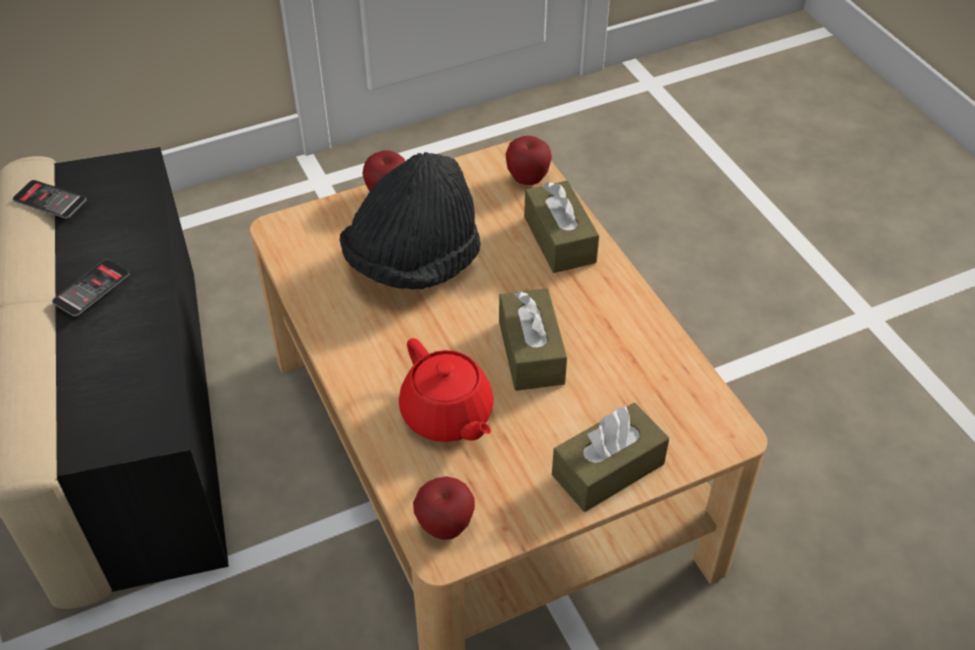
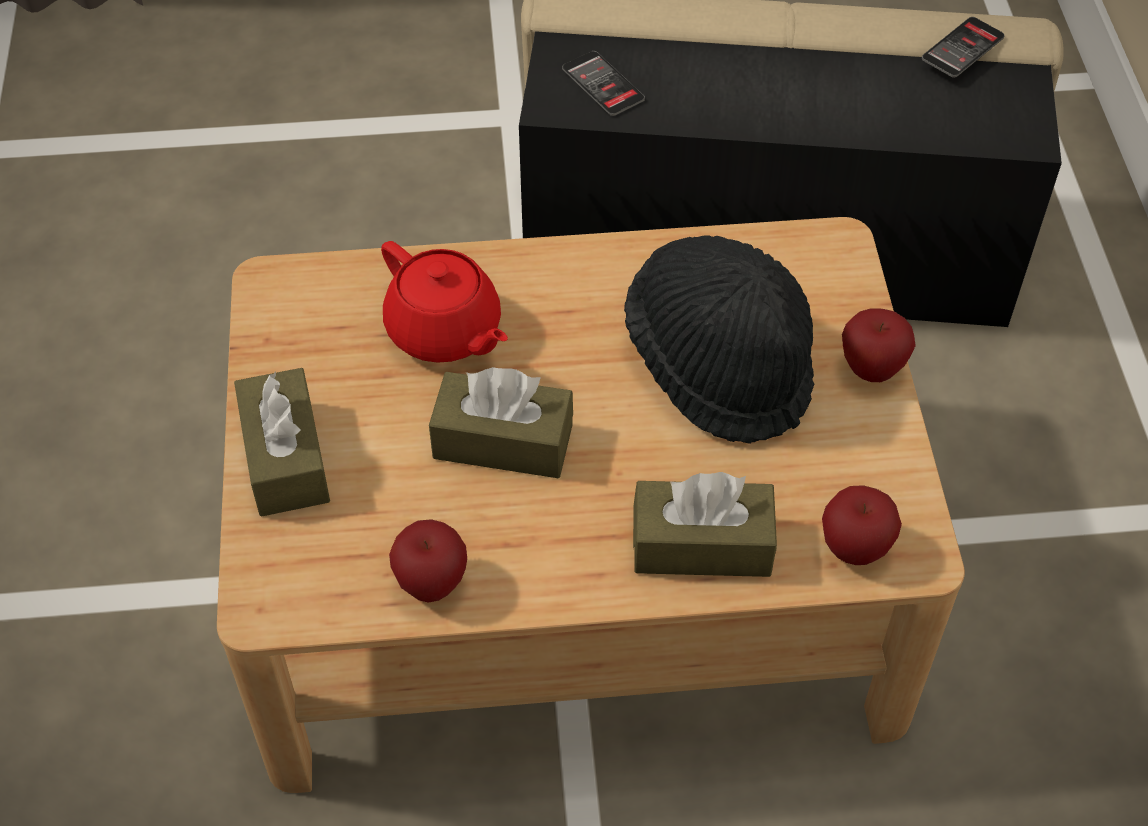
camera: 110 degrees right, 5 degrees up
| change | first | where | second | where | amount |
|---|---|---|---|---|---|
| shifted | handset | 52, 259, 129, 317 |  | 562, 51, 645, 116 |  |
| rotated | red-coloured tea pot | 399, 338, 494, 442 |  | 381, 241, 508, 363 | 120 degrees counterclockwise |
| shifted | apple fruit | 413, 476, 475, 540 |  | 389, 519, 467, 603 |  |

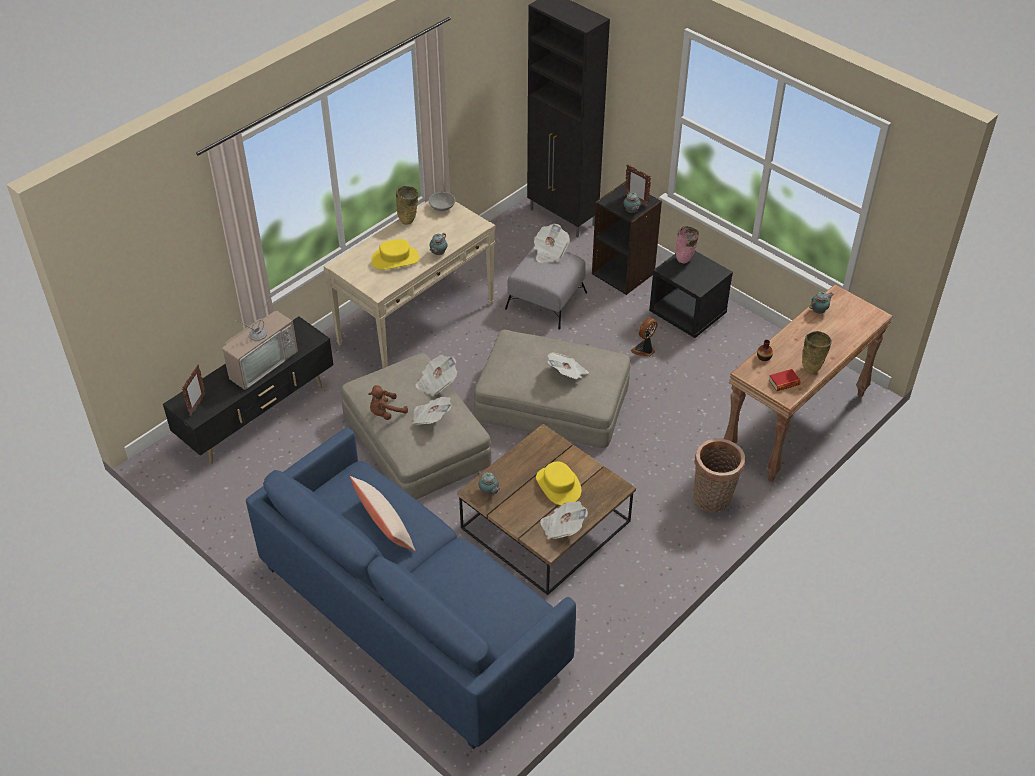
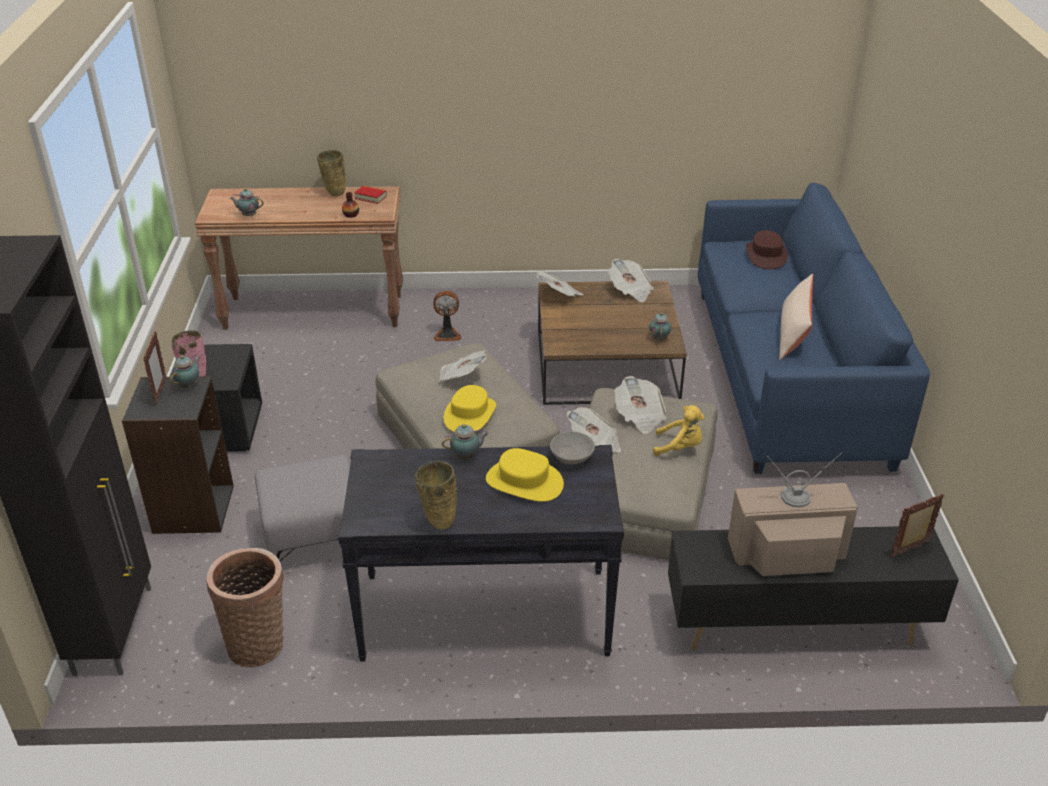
camera: 135 degrees left, 10 degrees down
| change | first | where | second | where | amount |
|---|---|---|---|---|---|
| repainted | sand-coloured console table | 323, 201, 495, 368 | black console table | 338, 445, 624, 662 |  |
| repainted | brown-coloured cuddly toy | 369, 385, 408, 420 | yellow-coloured cuddly toy | 653, 405, 704, 456 |  |
| shifted | gray serving bowl | 429, 192, 455, 211 |  | 550, 431, 595, 464 |  |
| shifted | daily paper | 533, 224, 570, 263 |  | 536, 272, 584, 297 |  |
| shifted | yellow-coloured wearable hat | 536, 461, 581, 505 |  | 444, 385, 496, 432 |  |
| shifted | cooling fan | 631, 317, 657, 357 |  | 433, 291, 462, 341 |  |
| shifted | basket | 693, 439, 745, 513 |  | 206, 548, 284, 667 |  |
| new |  |  | brown-coloured wearable hat | 746, 230, 788, 269 |  |

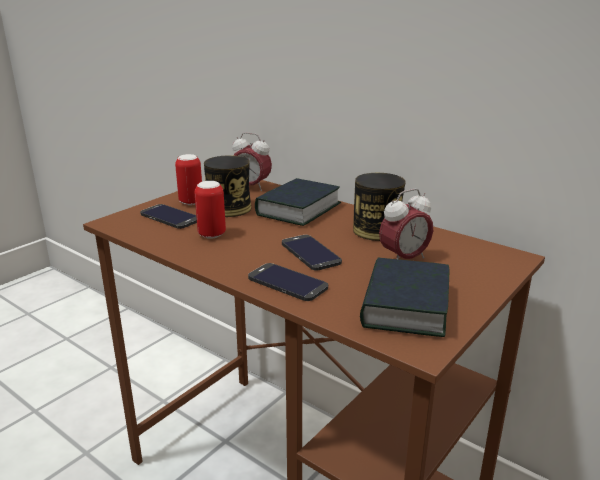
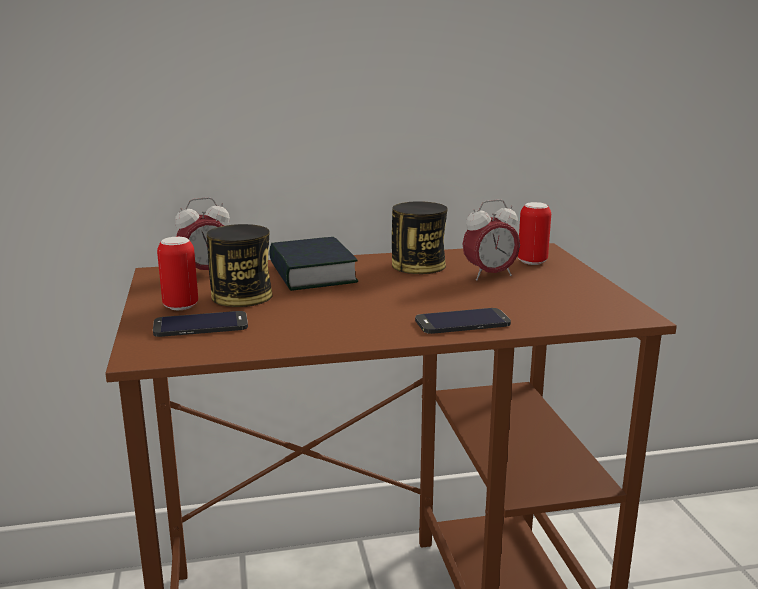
camera: 50 degrees left, 5 degrees down
| change | first | where | second | where | amount |
|---|---|---|---|---|---|
| shifted | sealed can | 195, 181, 226, 239 |  | 518, 202, 551, 265 |  |
| gone | handset | 282, 235, 342, 271 |  |  |  |
| gone | volume | 360, 258, 450, 337 |  |  |  |
| rotated | bedside clock | 379, 189, 433, 259 |  | 462, 199, 520, 281 | 60 degrees clockwise |

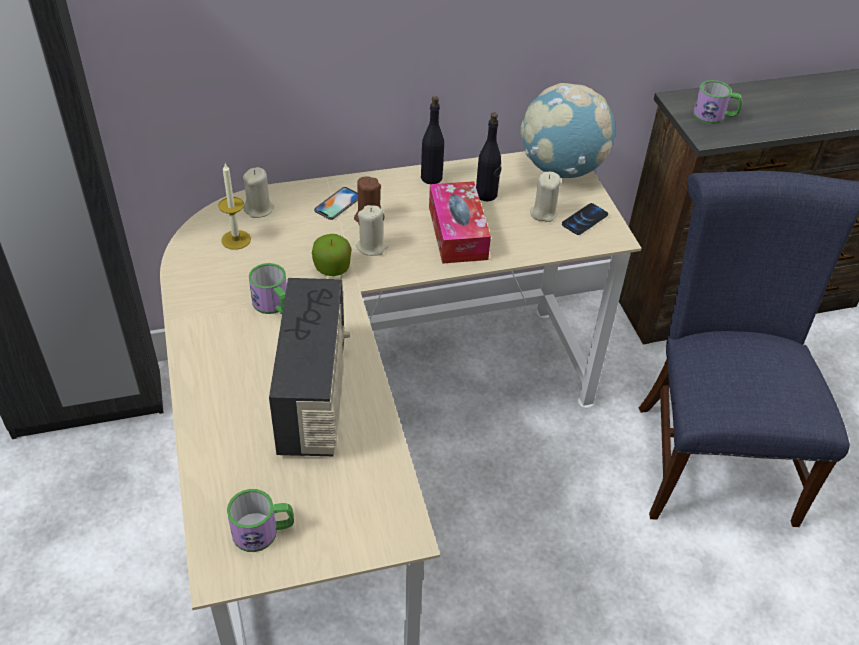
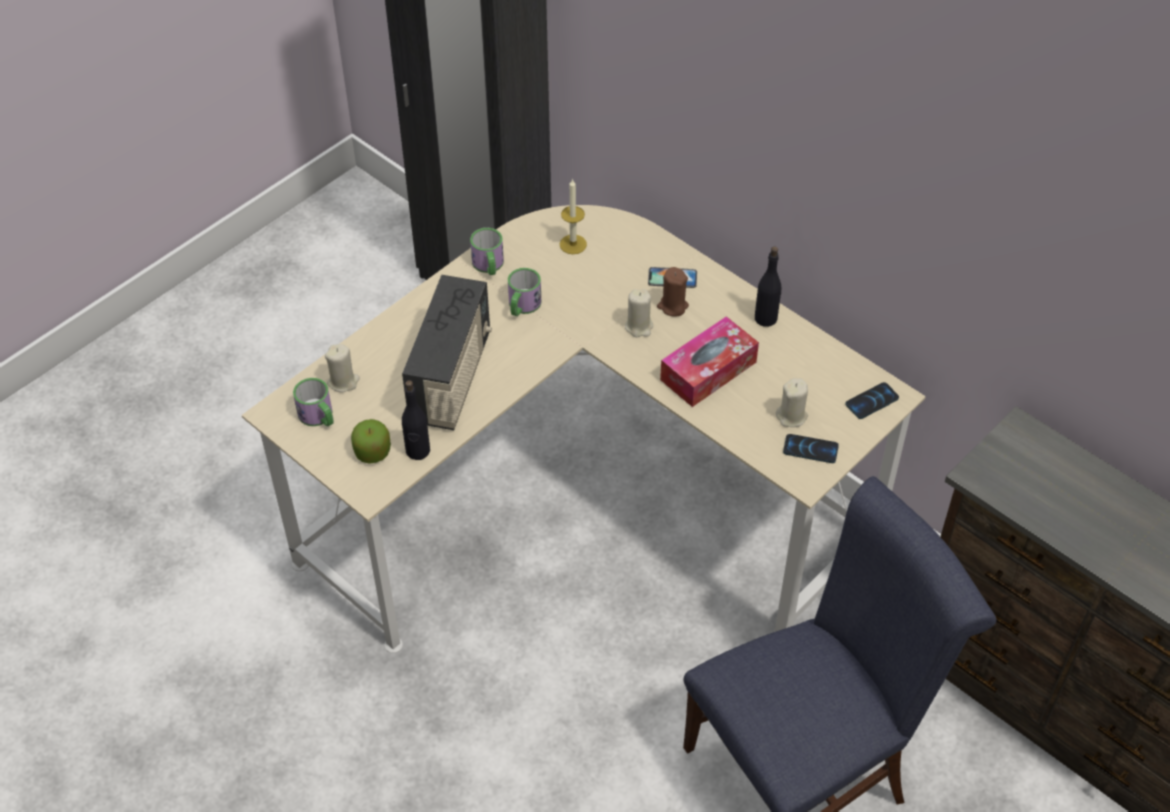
camera: 60 degrees right, 5 degrees up
| change | first | where | second | where | amount |
|---|---|---|---|---|---|
| shifted | sand-coloured wax light | 243, 167, 274, 218 |  | 325, 344, 360, 392 |  |
| rotated | radio set | 269, 278, 350, 456 |  | 402, 275, 492, 430 | 45 degrees counterclockwise |
| shifted | apple fruit | 312, 234, 352, 276 |  | 351, 419, 391, 464 |  |
| shifted | black beverage bottle | 476, 112, 501, 201 |  | 402, 380, 430, 460 |  |
| swapped | desk globe | 521, 83, 615, 178 | handset | 845, 382, 899, 419 |  |
| shifted | coffee mug | 693, 80, 742, 124 |  | 470, 228, 504, 275 |  |

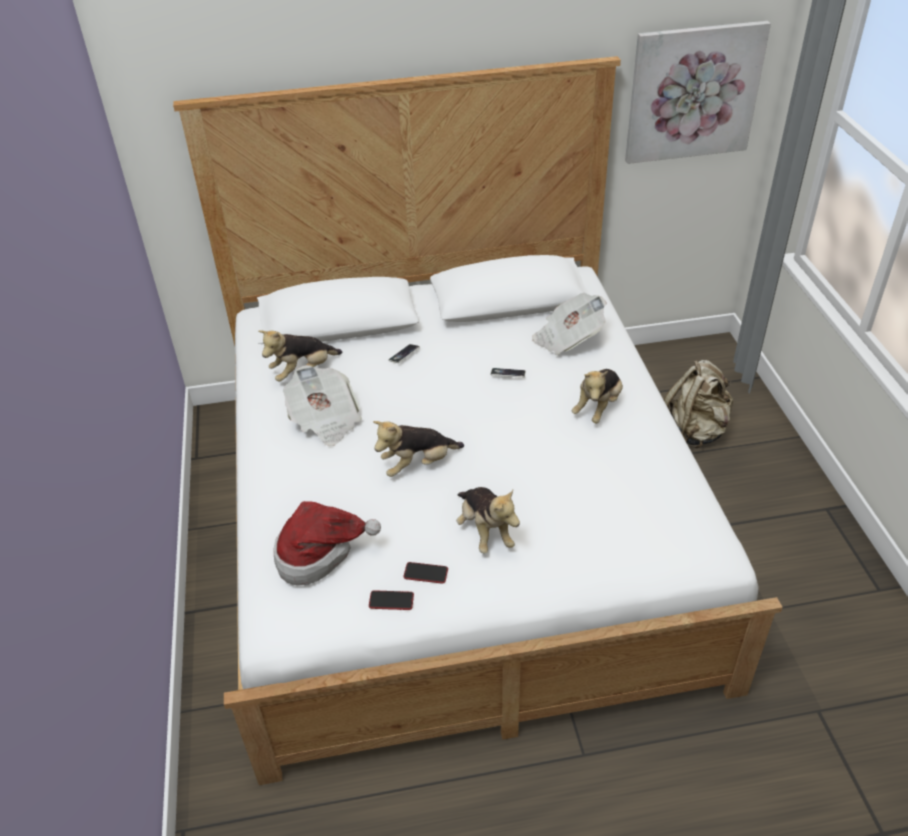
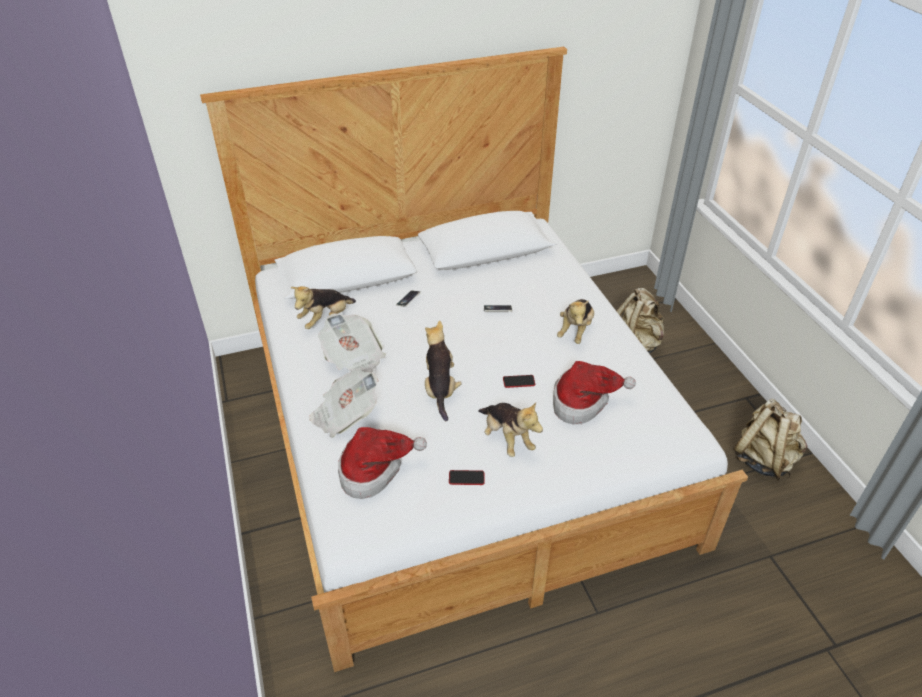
camera: 10 degrees left, 0 degrees up
| change | first | where | second | where | amount |
|---|---|---|---|---|---|
| shifted | handset | 369, 590, 414, 610 |  | 503, 375, 535, 388 |  |
| rotated | cuddly toy | 373, 421, 464, 477 |  | 425, 320, 462, 421 | 120 degrees clockwise |
| shifted | daily paper | 532, 293, 607, 356 |  | 309, 369, 379, 438 |  |
| gone | wall art | 625, 21, 771, 164 |  |  |  |
| new |  |  | wearable hat | 553, 361, 636, 424 |  |
| new |  |  | sand-coloured backpack | 734, 399, 807, 481 |  |

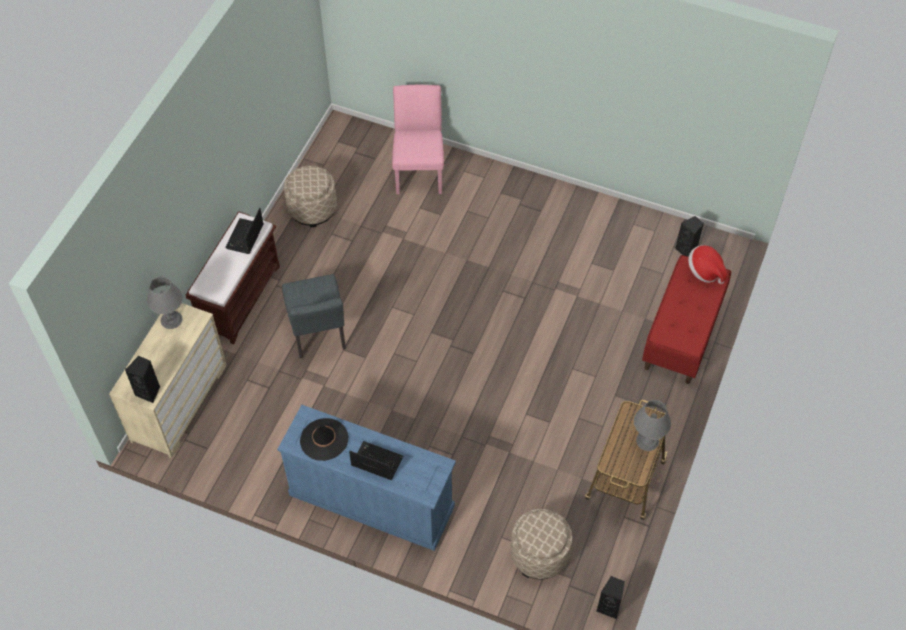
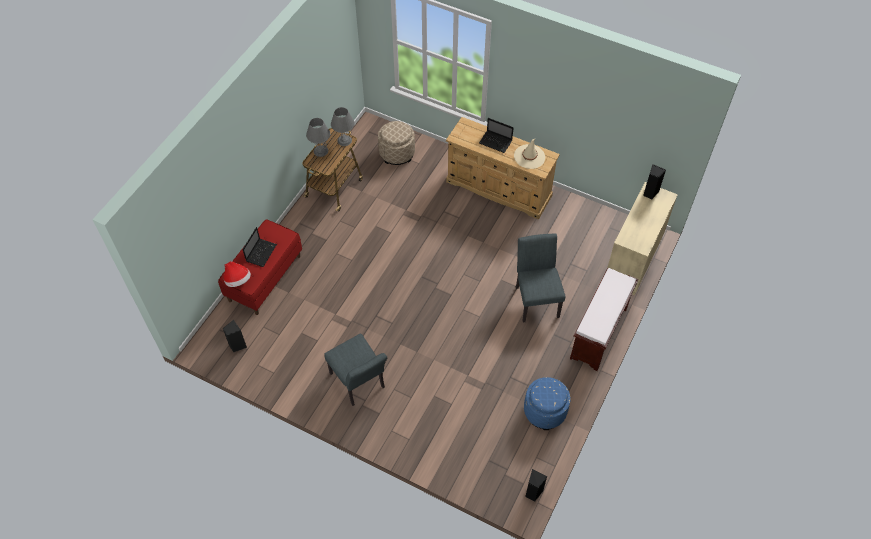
camera: 175 degrees left, 0 degrees up
| change | first | where | second | where | amount |
|---|---|---|---|---|---|
| shifted | gray tabletop lamp | 147, 277, 183, 329 |  | 331, 107, 355, 146 |  |
| shifted | notebook computer | 225, 208, 263, 254 |  | 242, 227, 277, 267 |  |
| repainted | blue-coloured chest of drawers | 277, 405, 456, 551 | sand-coloured chest of drawers | 446, 117, 560, 220 |  |
| repainted | sand-coloured ottoman | 284, 165, 337, 227 | blue-coloured ottoman | 524, 377, 570, 430 |  |
| repainted | black wearable hat | 300, 418, 349, 461 | sand-coloured wearable hat | 514, 138, 545, 169 |  |
| gone | pink-coloured plain chair | 392, 85, 444, 194 |  |  |  |
| shifted | black audio speaker | 597, 576, 625, 619 |  | 525, 469, 548, 502 |  |
| new |  |  | gray plain chair | 324, 333, 387, 406 |  |

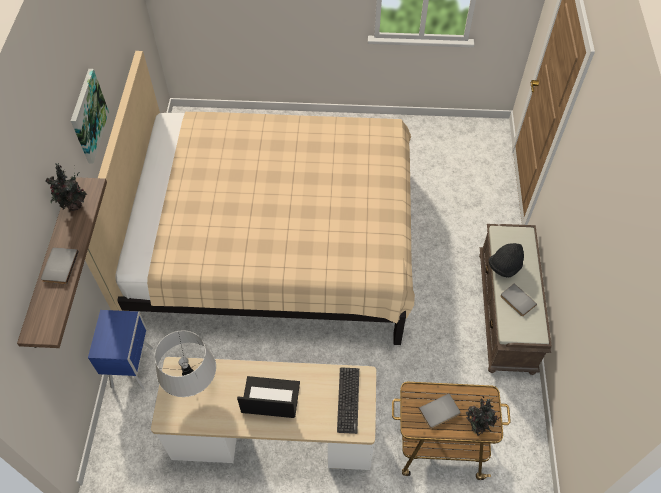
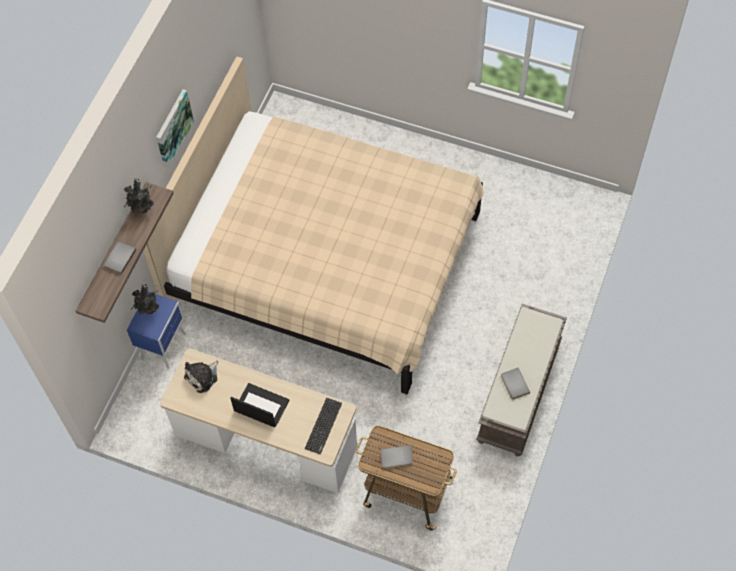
camera: 20 degrees right, 5 degrees up
| change | first | where | second | where | amount |
|---|---|---|---|---|---|
| swapped | gray tabletop lamp | 154, 330, 216, 397 | cuddly toy | 184, 360, 218, 393 |  |
| shifted | plant in a pot | 466, 396, 499, 436 |  | 131, 284, 159, 315 |  |
| gone | black wearable hat | 489, 243, 524, 277 |  |  |  |

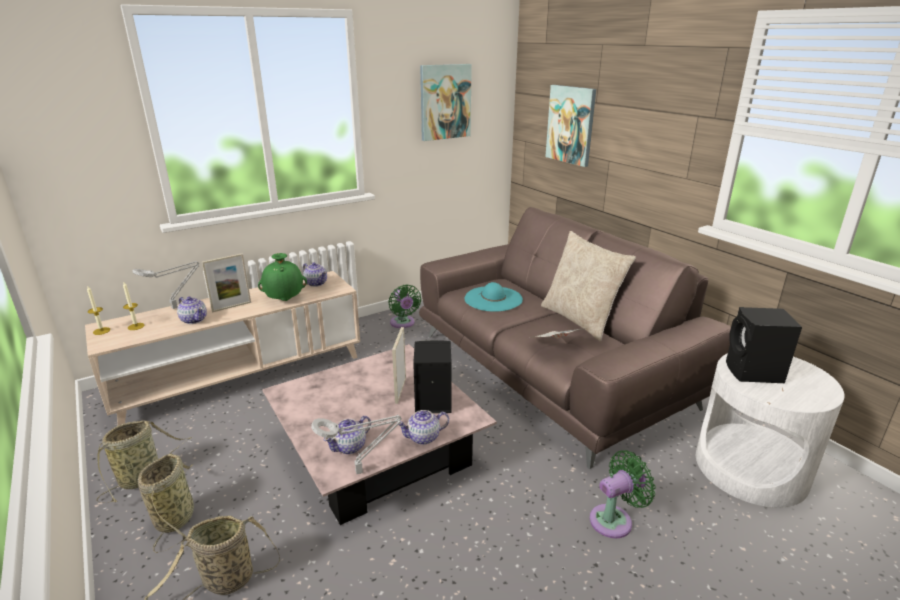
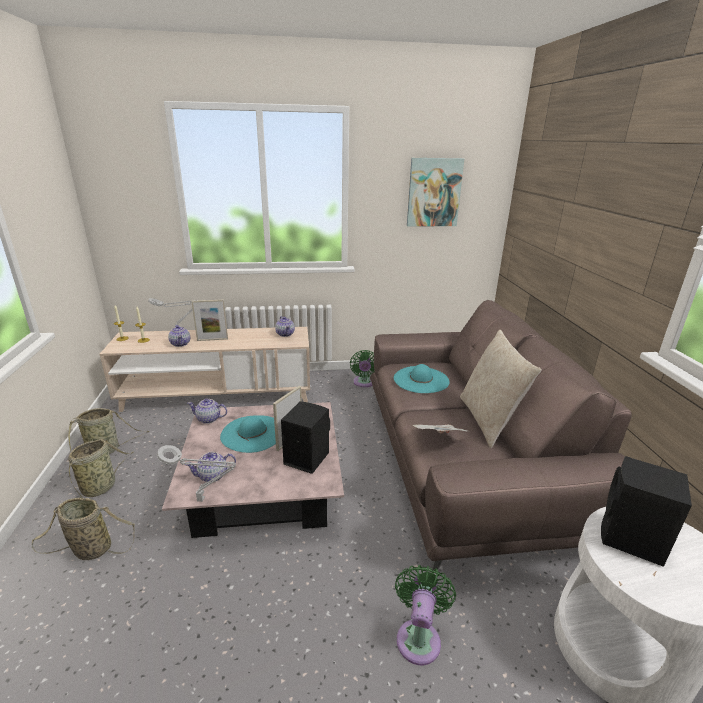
camera: 25 degrees right, 0 degrees up
| change | first | where | second | where | amount |
|---|---|---|---|---|---|
| gone | green flower vase | 258, 253, 307, 301 |  |  |  |
| shifted | tea pot | 396, 410, 449, 445 |  | 187, 399, 227, 424 |  |
| gone | wall art | 545, 85, 596, 167 |  |  |  |
| rotated | green cooling fan | 590, 450, 656, 539 |  | 395, 565, 456, 665 | 75 degrees counterclockwise |
| new |  |  | blue-green wearable hat | 220, 415, 276, 453 |  |

